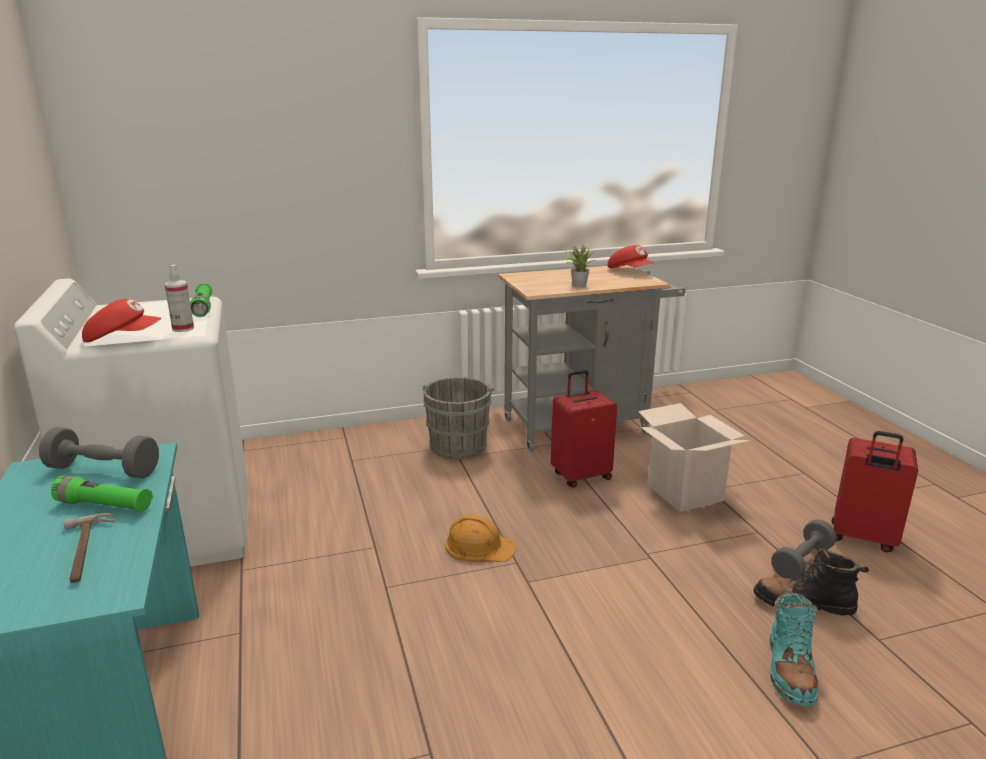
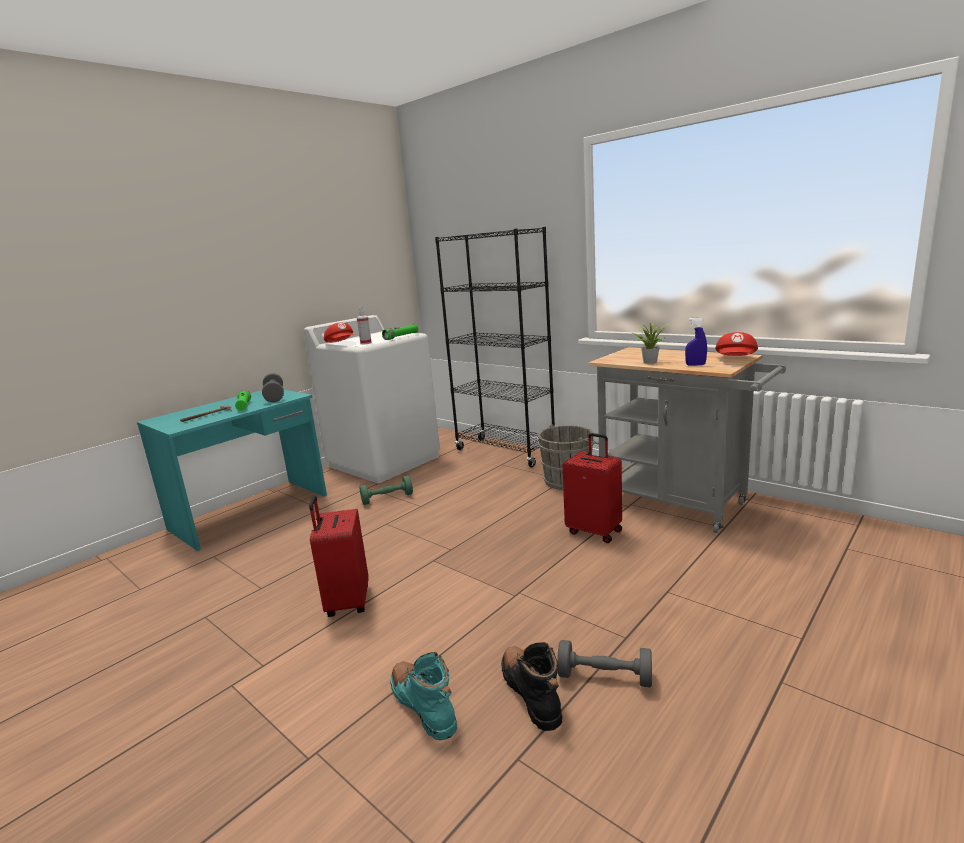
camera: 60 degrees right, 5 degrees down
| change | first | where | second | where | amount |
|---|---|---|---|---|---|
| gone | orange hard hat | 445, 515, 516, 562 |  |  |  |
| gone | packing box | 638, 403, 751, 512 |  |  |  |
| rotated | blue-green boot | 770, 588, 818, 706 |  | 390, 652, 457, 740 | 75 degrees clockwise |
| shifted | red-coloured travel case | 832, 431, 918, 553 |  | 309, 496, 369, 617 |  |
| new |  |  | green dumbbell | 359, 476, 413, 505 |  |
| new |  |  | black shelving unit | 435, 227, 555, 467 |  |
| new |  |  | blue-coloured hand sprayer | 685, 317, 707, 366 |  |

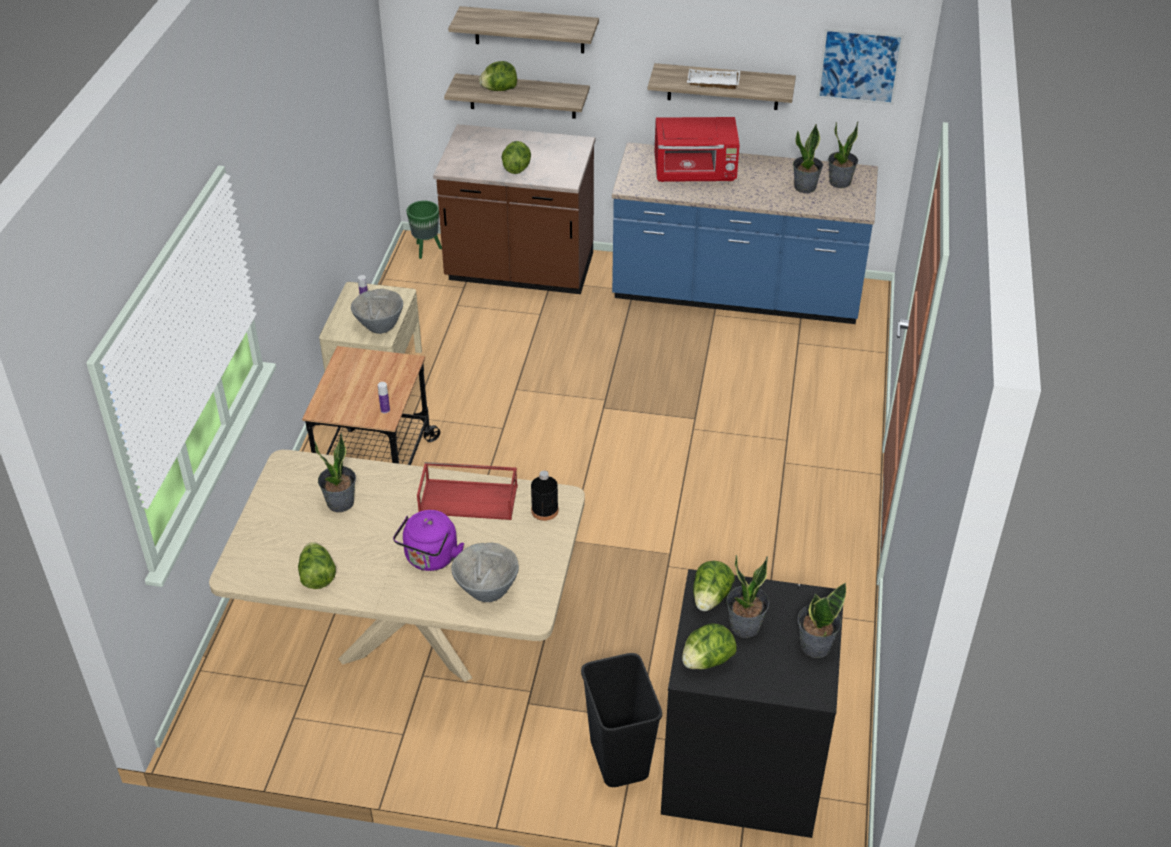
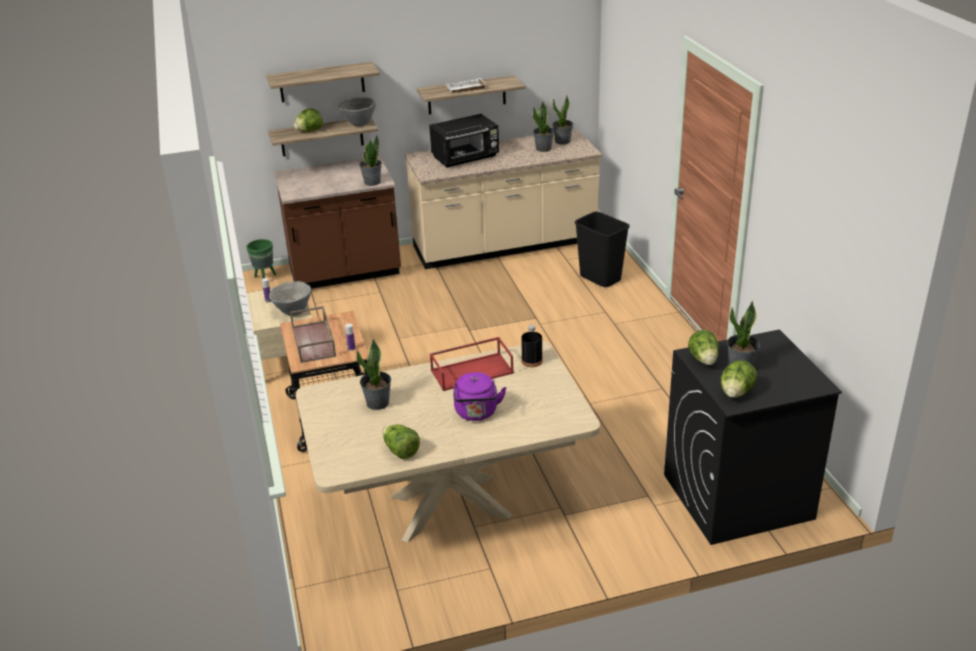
camera: 25 degrees left, 10 degrees down
| change | first | where | second | where | amount |
|---|---|---|---|---|---|
| shifted | gray serving bowl | 451, 543, 519, 602 |  | 339, 98, 376, 126 |  |
| gone | lettuce | 502, 141, 531, 174 |  |  |  |
| shifted | black trash can | 581, 653, 662, 787 |  | 575, 211, 630, 287 |  |
| repainted | blue-coloured counter | 612, 142, 878, 324 | sand-coloured counter | 405, 129, 602, 269 |  |
| repainted | red-coloured microwave oven | 655, 117, 740, 182 | black microwave oven | 429, 114, 499, 168 |  |
| shifted | plant in a pot | 798, 583, 846, 658 |  | 359, 136, 382, 186 |  |
| gone | wall art | 817, 28, 904, 105 |  |  |  |
| new |  |  | brown-coloured carrying tray | 290, 306, 336, 363 |  |

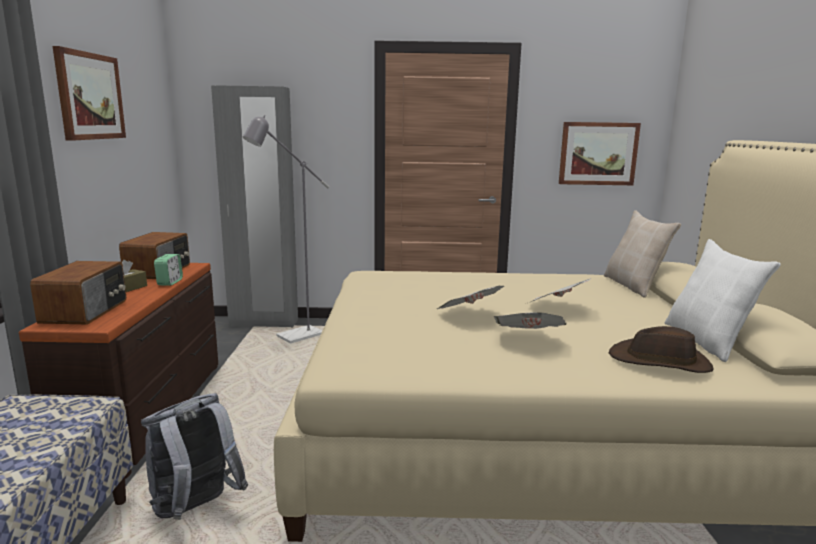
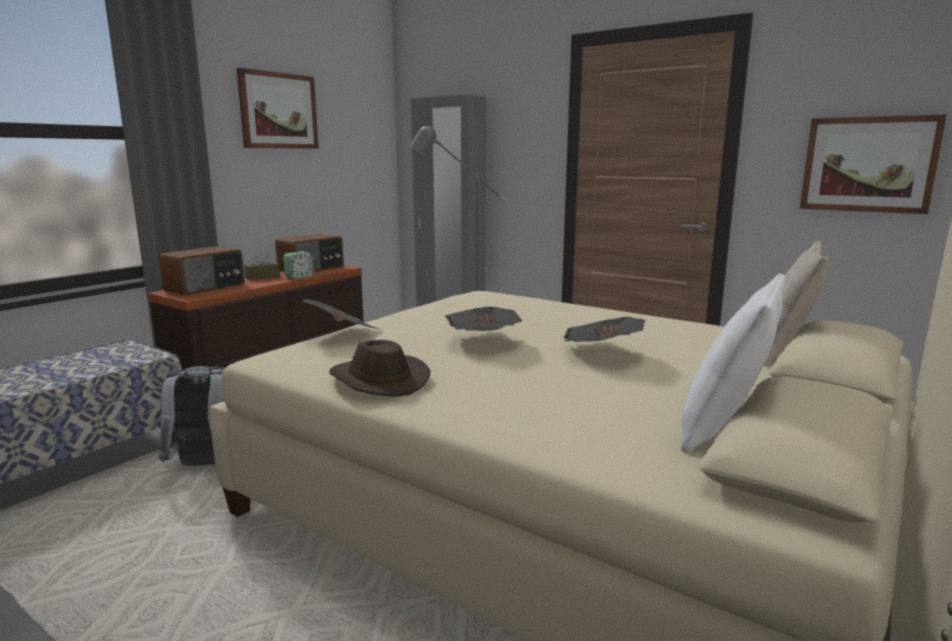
camera: 35 degrees right, 0 degrees up
| change | first | where | second | where | amount |
|---|---|---|---|---|---|
| shifted | daily paper | 493, 313, 567, 329 |  | 302, 299, 381, 329 |  |
| shifted | brown-coloured wearable hat | 609, 326, 714, 373 |  | 329, 340, 430, 396 |  |

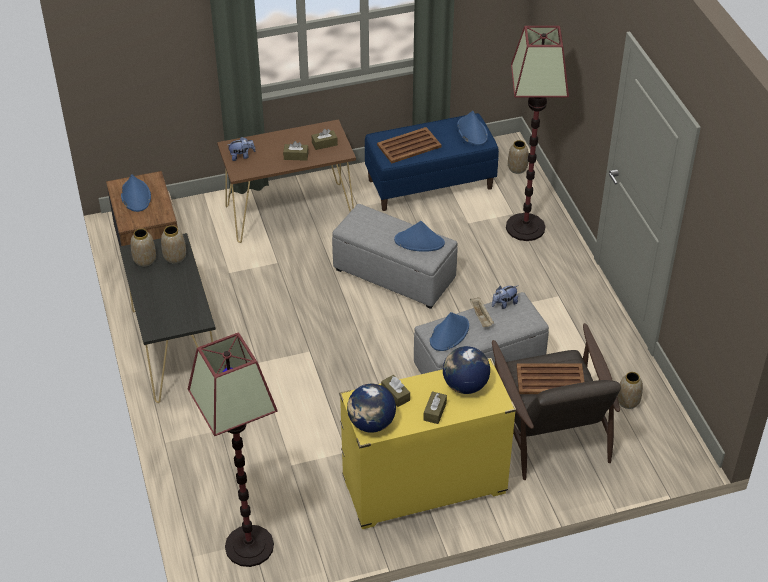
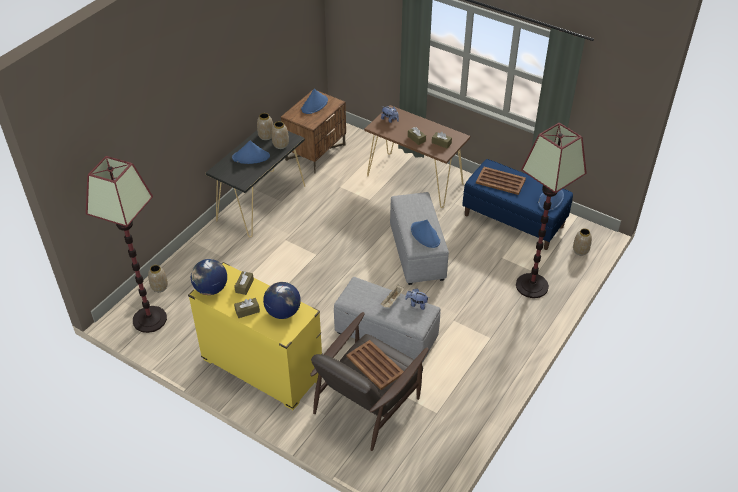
camera: 50 degrees right, 0 degrees up
| change | first | where | second | where | amount |
|---|---|---|---|---|---|
| shifted | blue-coloured wearable hat | 430, 312, 469, 351 |  | 232, 141, 270, 164 |  |
| shifted | flower vase | 617, 372, 643, 409 |  | 148, 265, 168, 292 |  |

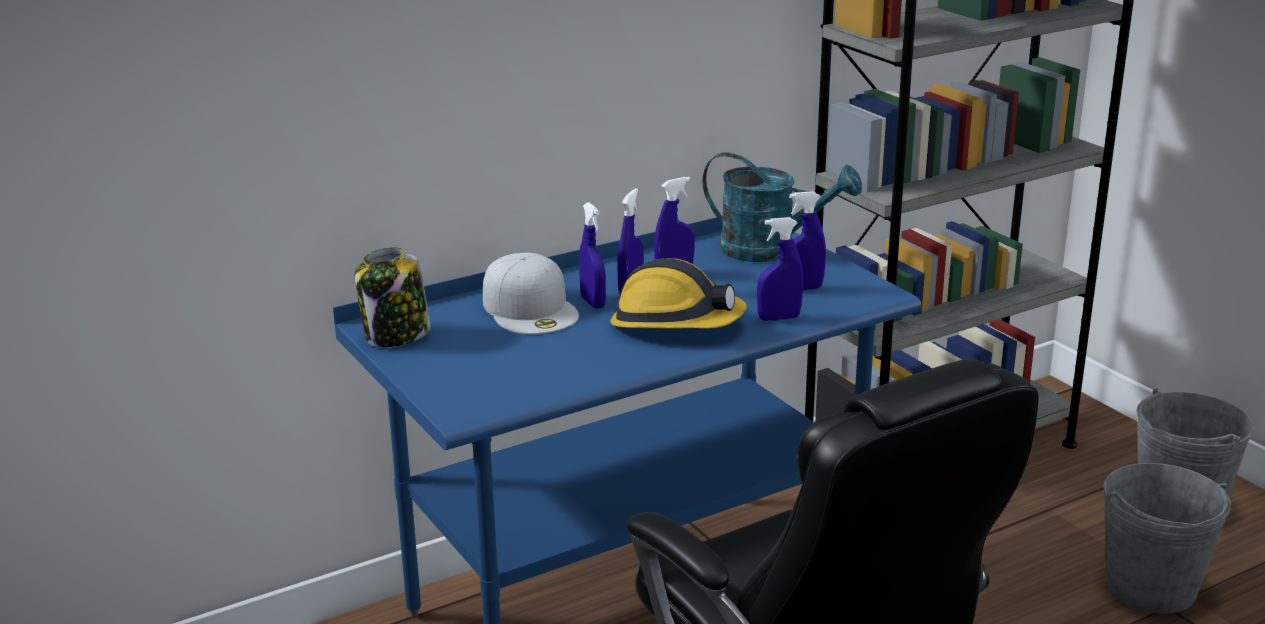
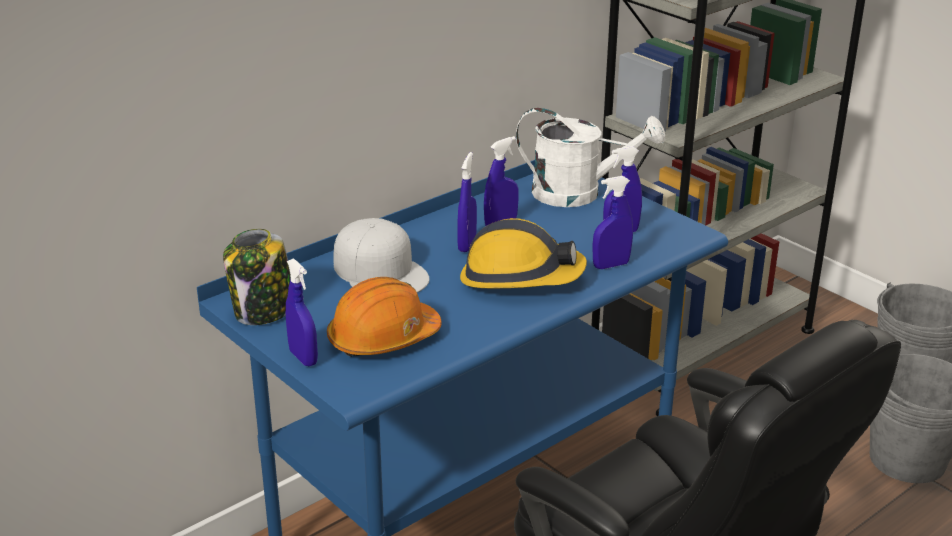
camera: 10 degrees left, 5 degrees up
| change | first | where | second | where | amount |
|---|---|---|---|---|---|
| shifted | blue-coloured hand sprayer | 579, 202, 606, 309 |  | 286, 258, 318, 366 |  |
| repainted | blue-green watering can | 703, 152, 862, 262 | white watering can | 516, 108, 665, 207 |  |
| new |  |  | orange hard hat | 327, 277, 442, 357 |  |

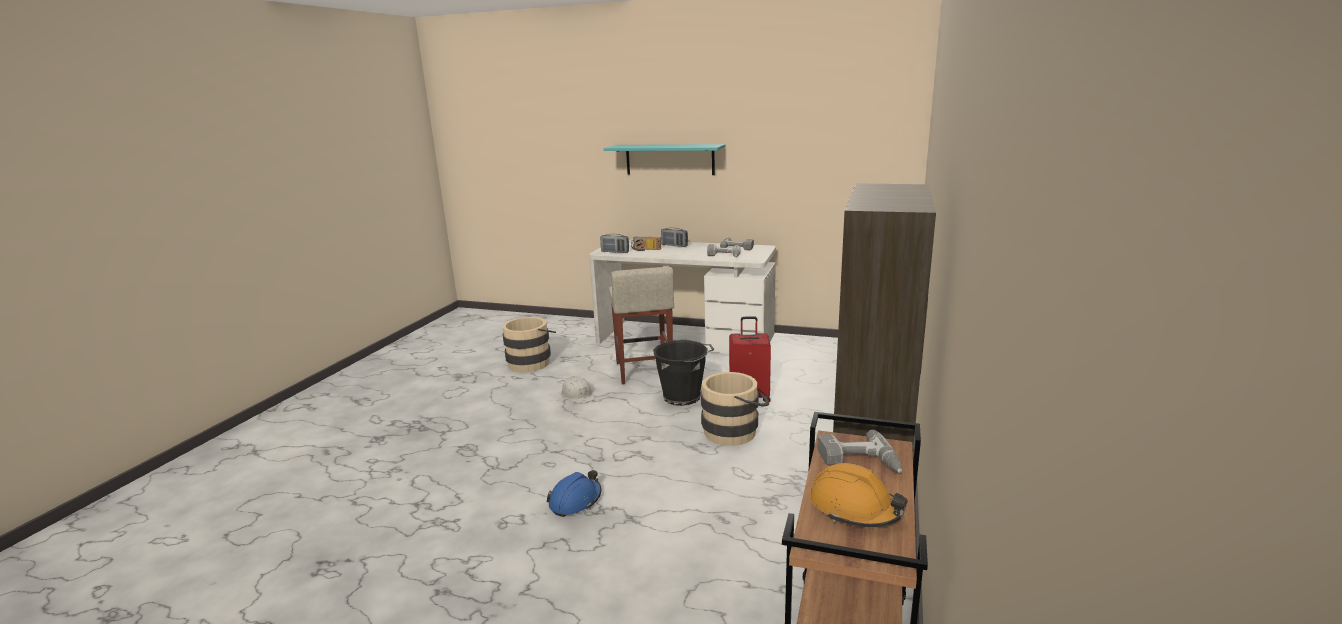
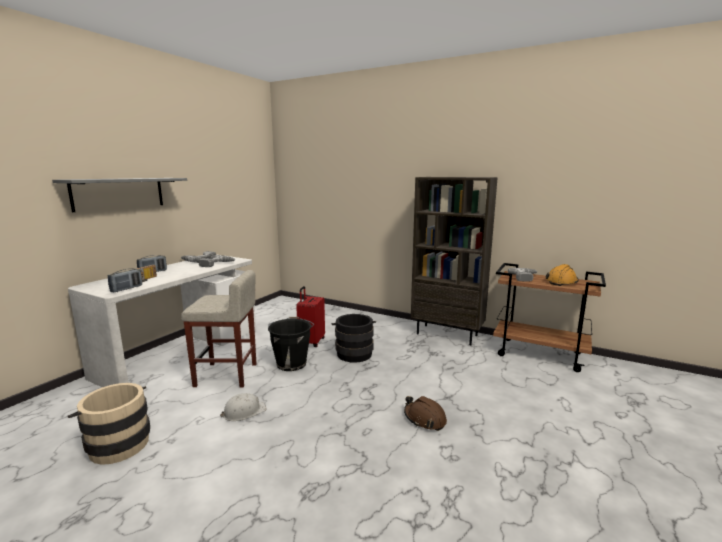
camera: 80 degrees left, 5 degrees down
| change | first | where | second | where | amount |
|---|---|---|---|---|---|
| repainted | blue-coloured hard hat | 547, 470, 602, 517 | brown-coloured hard hat | 404, 396, 447, 431 |  |
| repainted | blue-green shelf | 604, 144, 726, 175 | gray shelf | 52, 178, 187, 212 |  |
| repainted | sand-coloured pail | 701, 372, 769, 446 | black pail | 331, 314, 376, 363 |  |

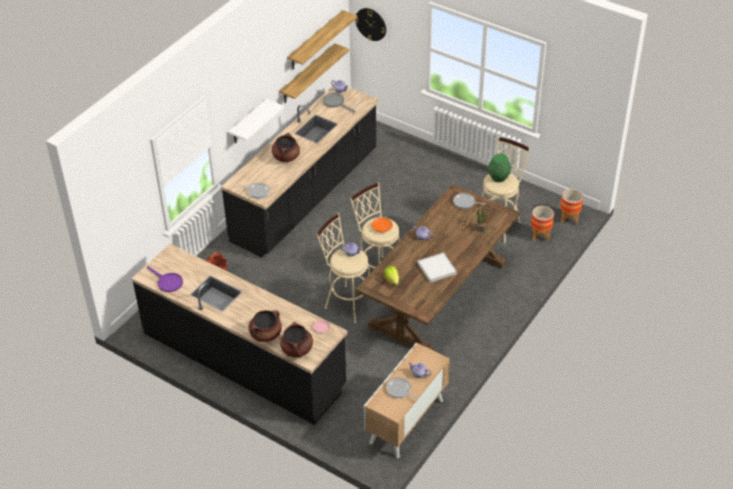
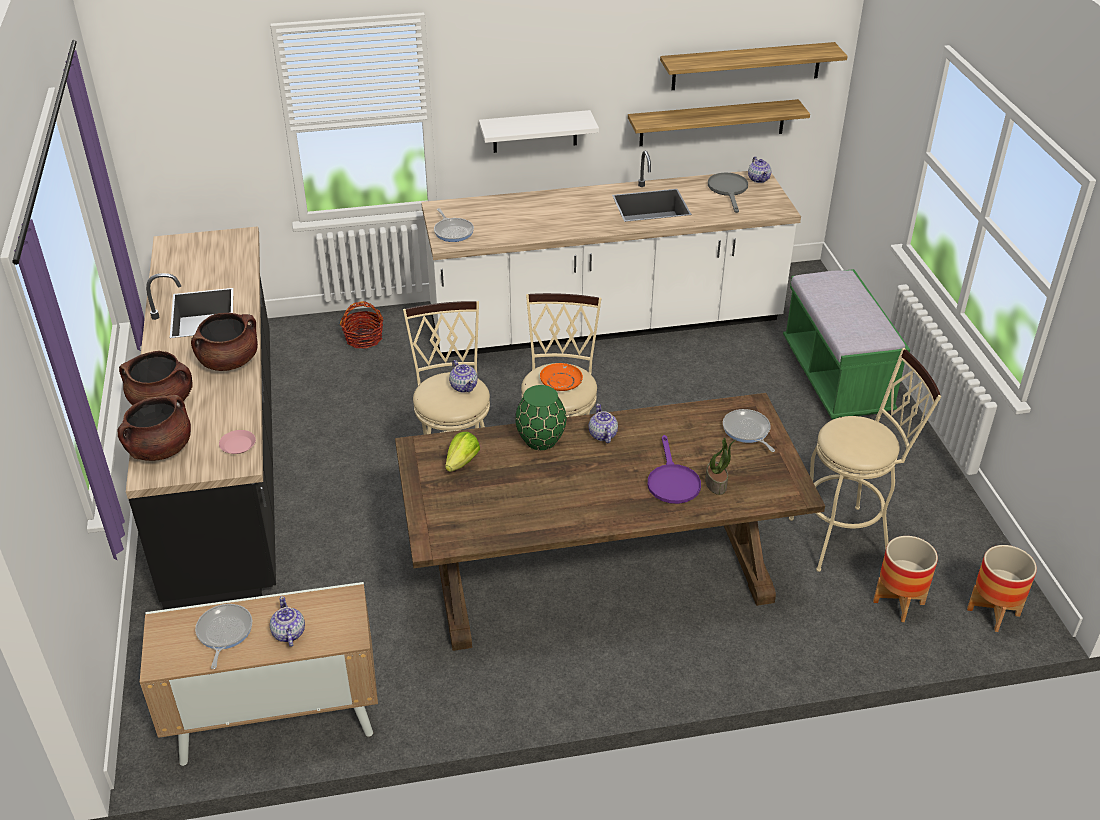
camera: 45 degrees right, 5 degrees down
| change | first | where | second | where | amount |
|---|---|---|---|---|---|
| shifted | purple frying pan | 147, 266, 183, 292 |  | 647, 435, 701, 504 |  |
| repainted | black counter | 221, 86, 379, 257 | white counter | 421, 151, 801, 358 |  |
| shifted | brown-coloured stockpot | 272, 133, 300, 162 |  | 191, 313, 258, 371 |  |
| gone | clock on the wall | 355, 8, 386, 41 |  |  |  |
| gone | white carrying tray | 418, 252, 457, 283 |  |  |  |
| shifted | green flower vase | 488, 154, 511, 182 |  | 515, 385, 567, 450 |  |
| new |  |  | green bench | 783, 269, 910, 419 |  |

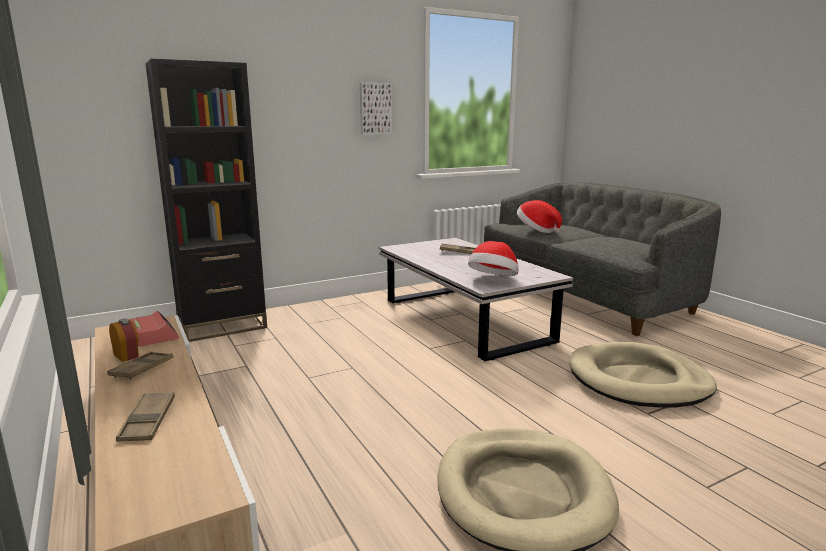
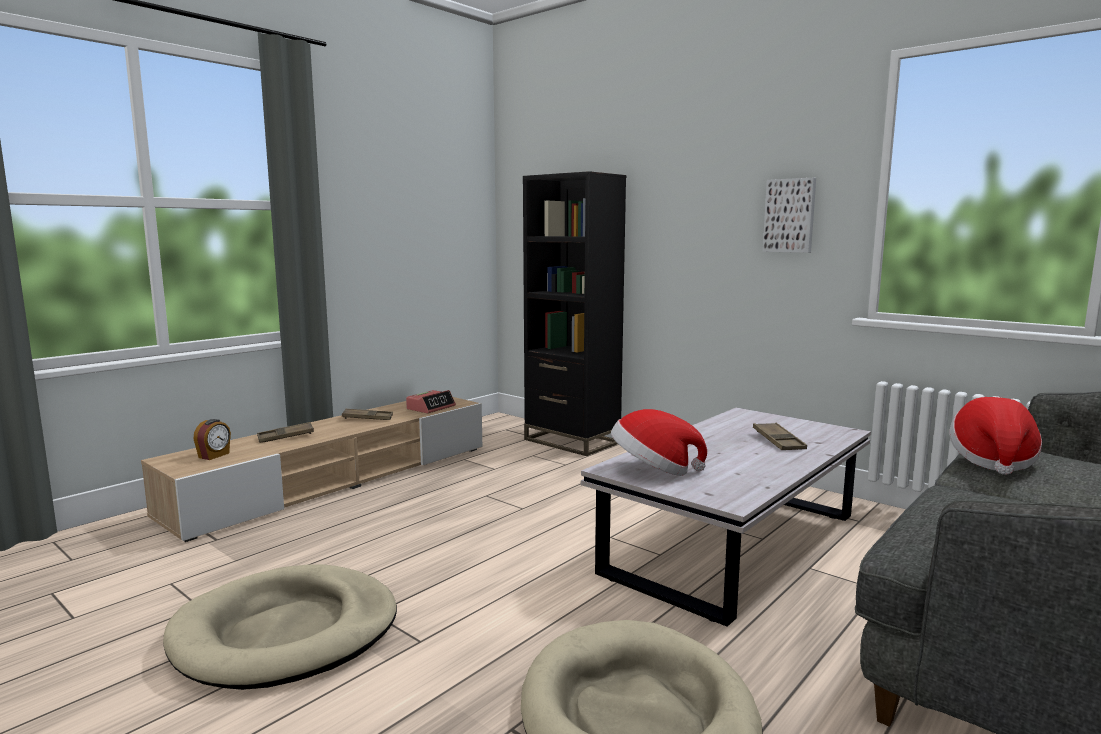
camera: 70 degrees right, 5 degrees down
| change | first | where | second | where | amount |
|---|---|---|---|---|---|
| shifted | bedside clock | 109, 318, 139, 362 |  | 194, 419, 231, 460 |  |

